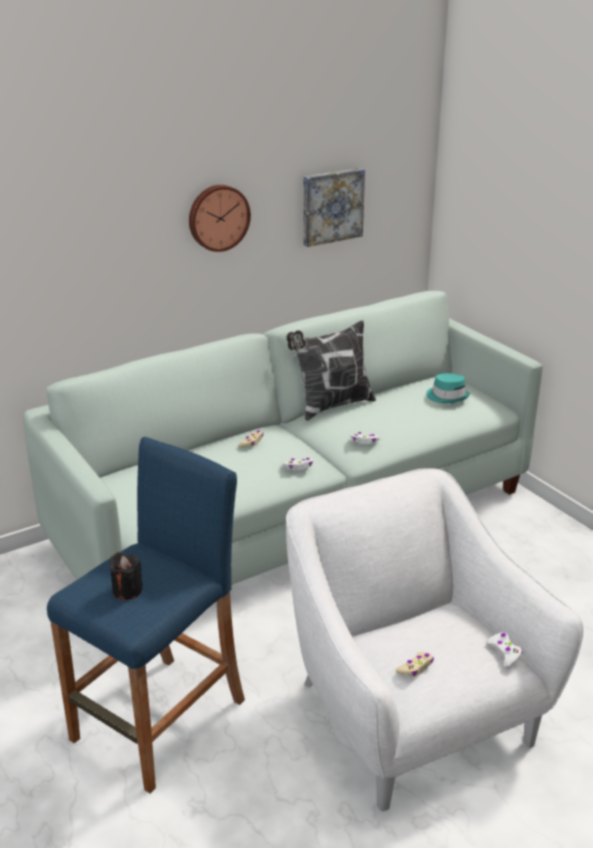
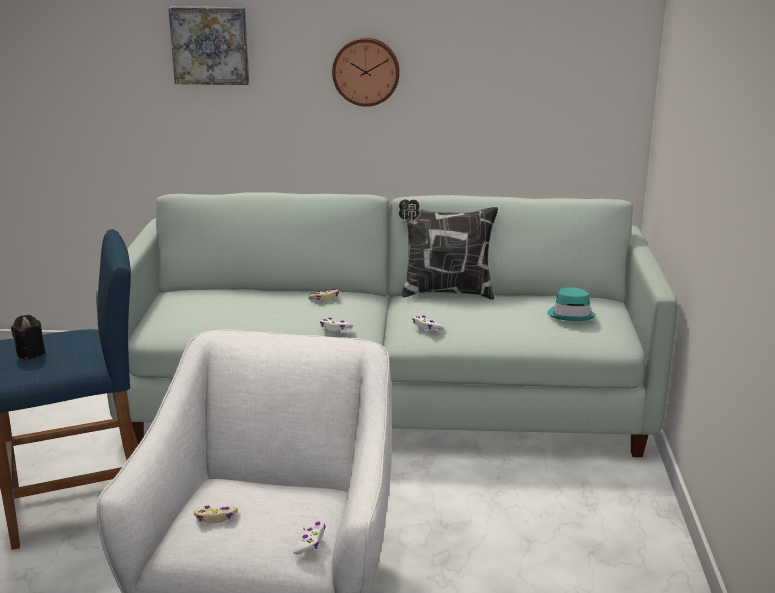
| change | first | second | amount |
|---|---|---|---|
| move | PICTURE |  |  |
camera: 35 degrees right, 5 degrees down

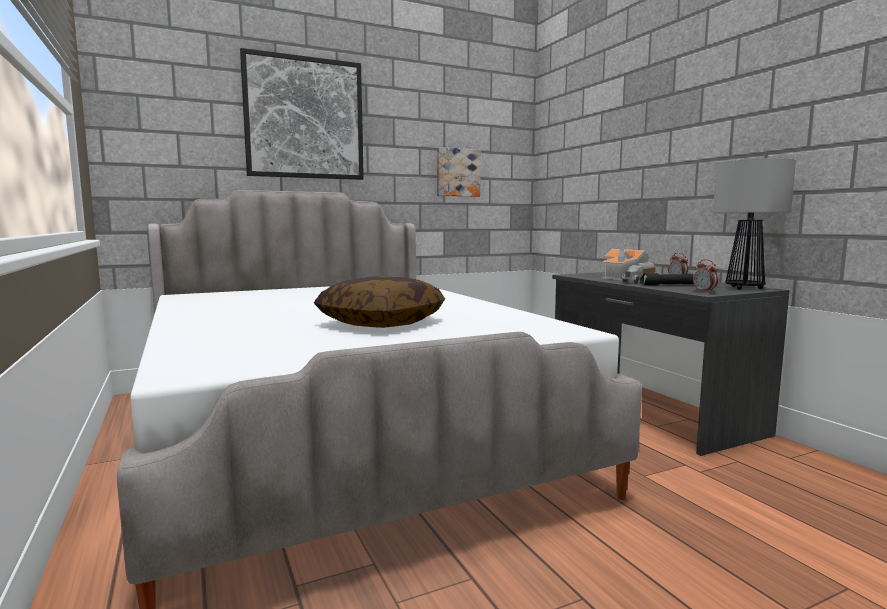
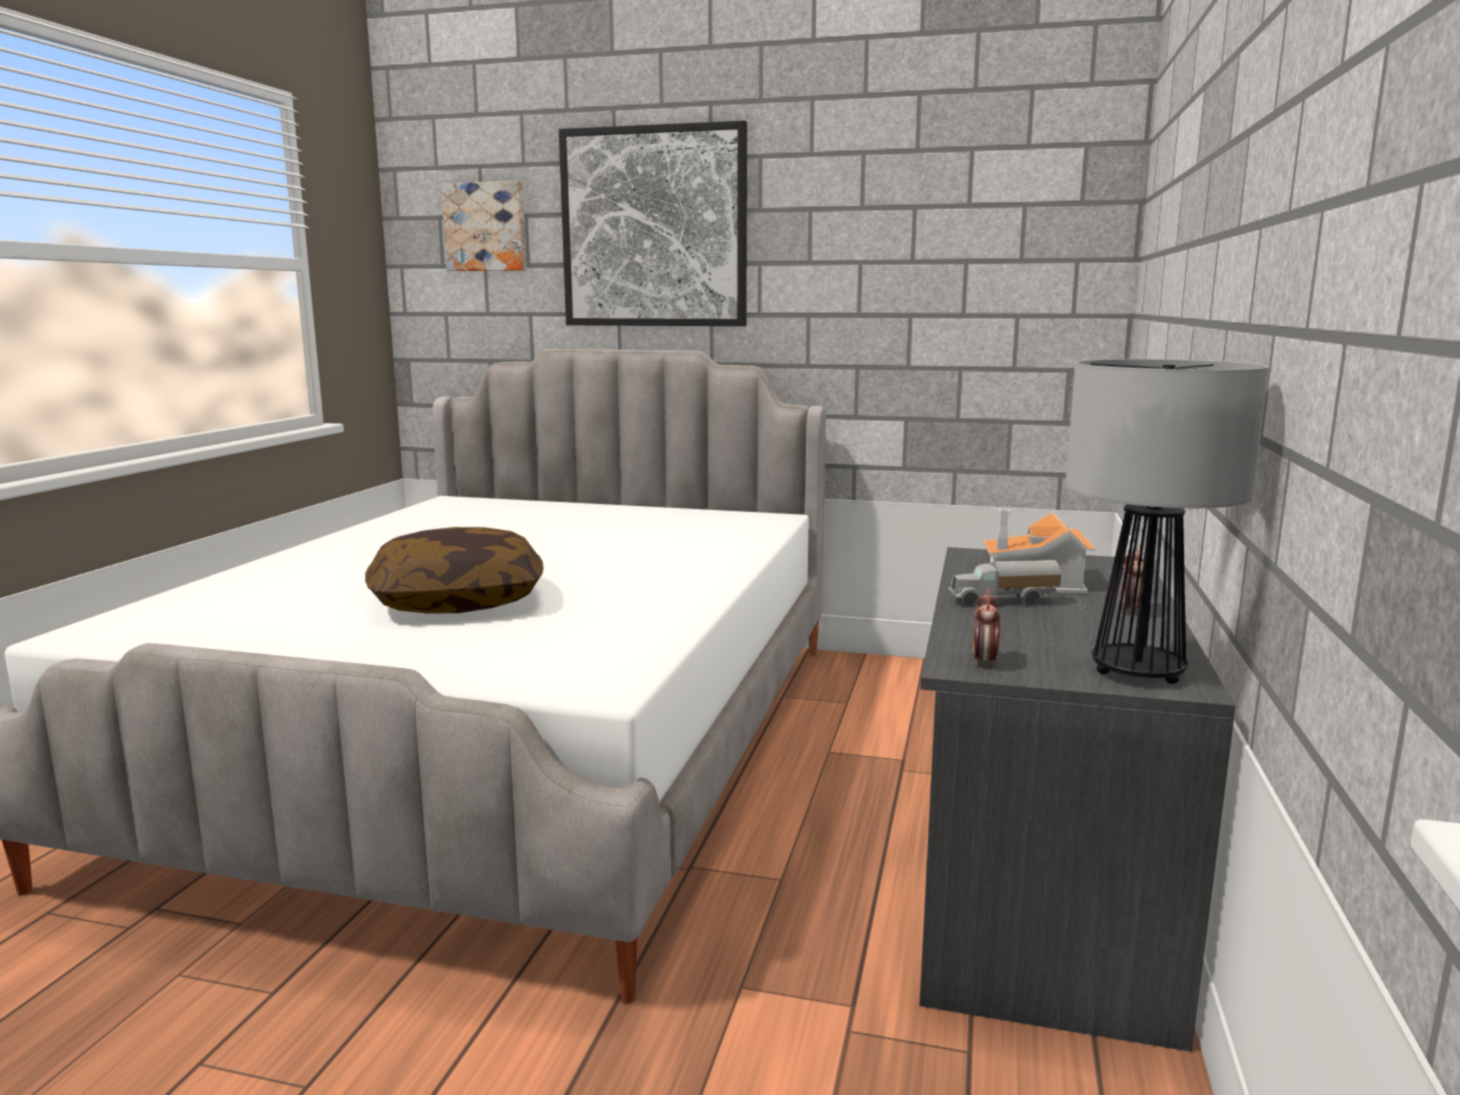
| change | first | second | amount |
|---|---|---|---|
| delete | BLACK FLASHLIGHT |  |  |
| move | PICTURE (2nd from left in the first image) | PICTURE (1st from left) |  |
camera: 40 degrees right, 5 degrees up

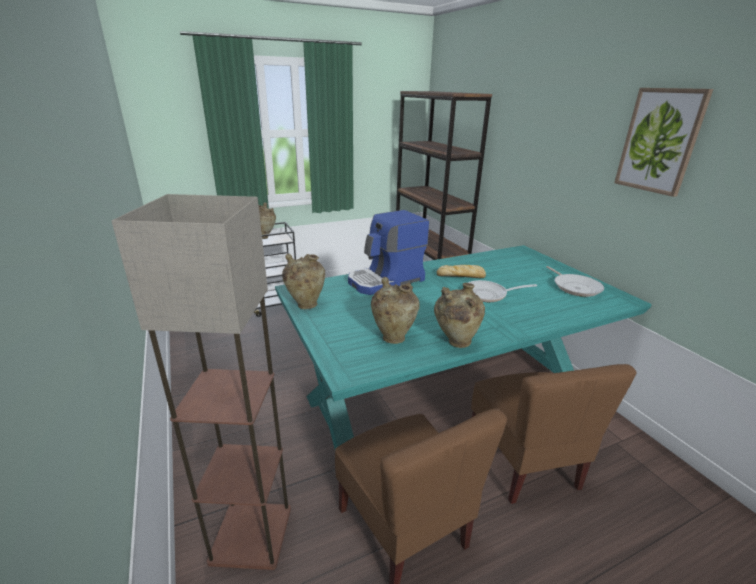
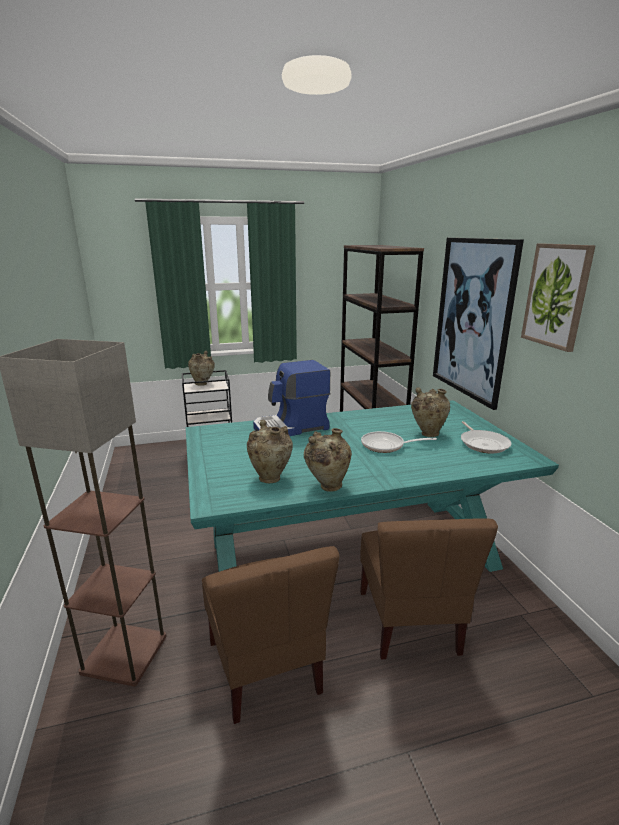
| change | first | second | amount |
|---|---|---|---|
| delete | BREAD |  |  |
| insert |  | PICTURE (1st from left) |  |
| move | BEIGE VASE (2nd from left in the first image) | BEIGE VASE (4th from left) |  |
camera: 10 degrees right, 5 degrees down

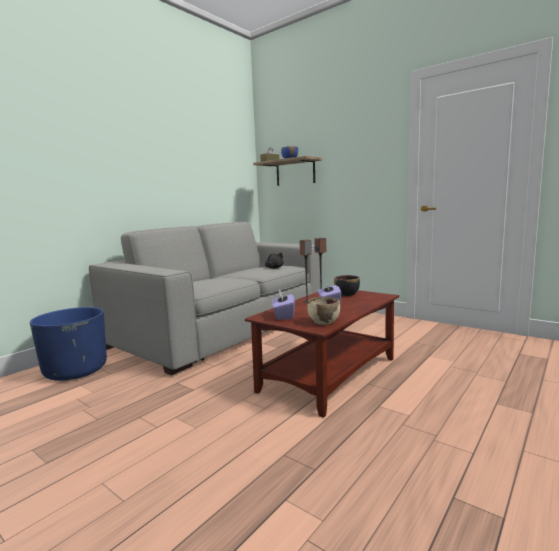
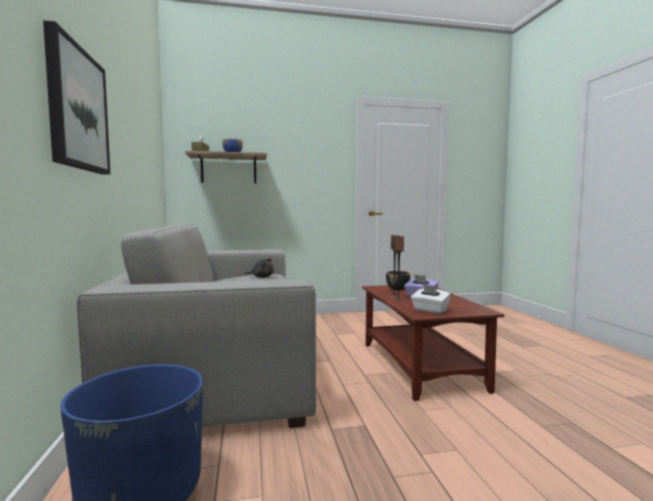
| change | first | second | amount |
|---|---|---|---|
| delete | BEIGE BOWL |  |  |
| insert |  | PICTURE |  |
| recolor | PURPLE TISSUE BOX (1st from left) | WHITE TISSUE BOX |  |
camera: 50 degrees left, 5 degrees down

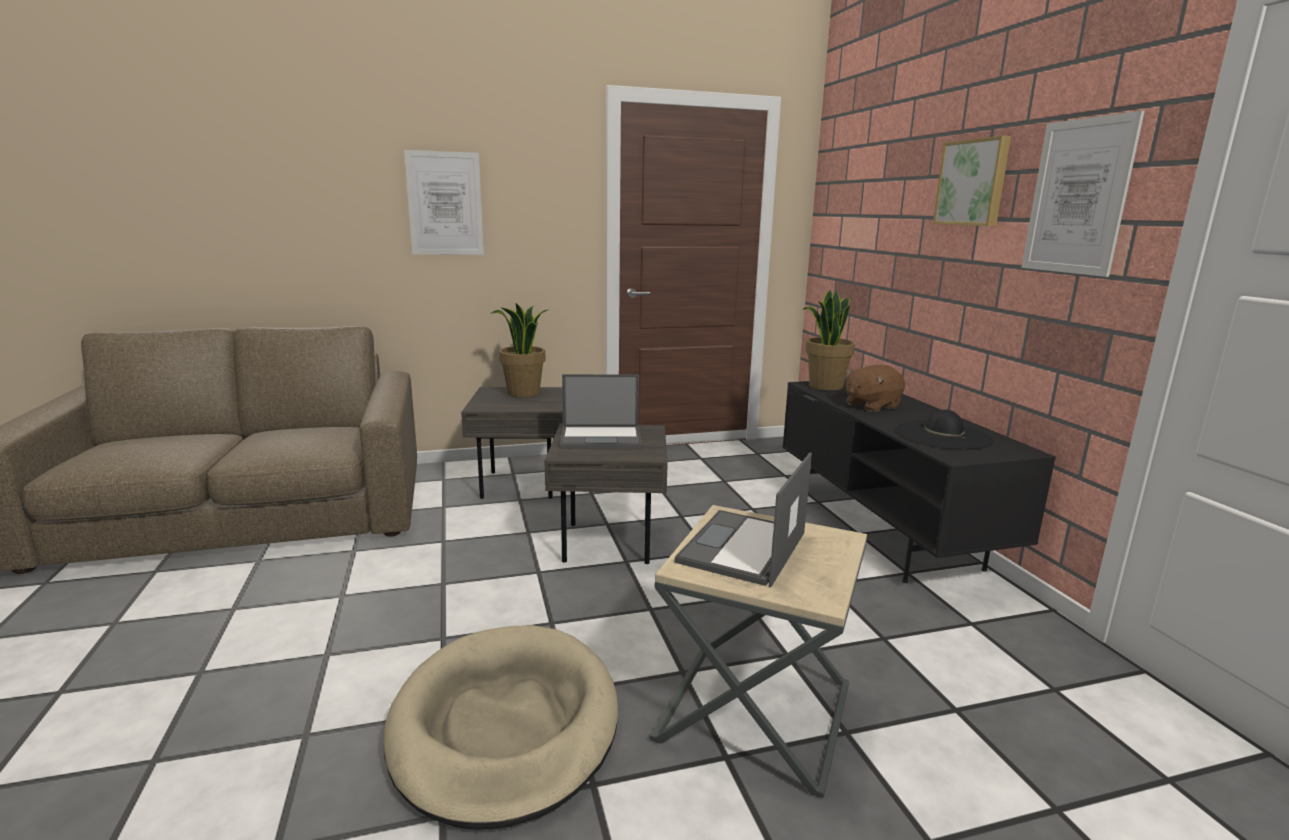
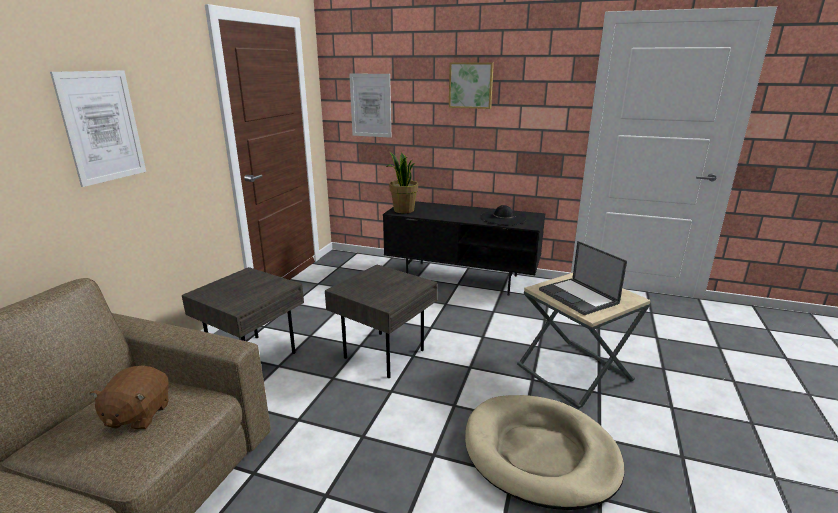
| change | first | second | amount |
|---|---|---|---|
| delete | POTTED PLANT (1st from left) |  |  |
| delete | LAPTOP (1st from left) |  |  |
| move | BROWN PLUSH TOY |  |  |
| move | PICTURE (3rd from left in the first image) | PICTURE (2nd from left) |  |
camera: 55 degrees left, 5 degrees up

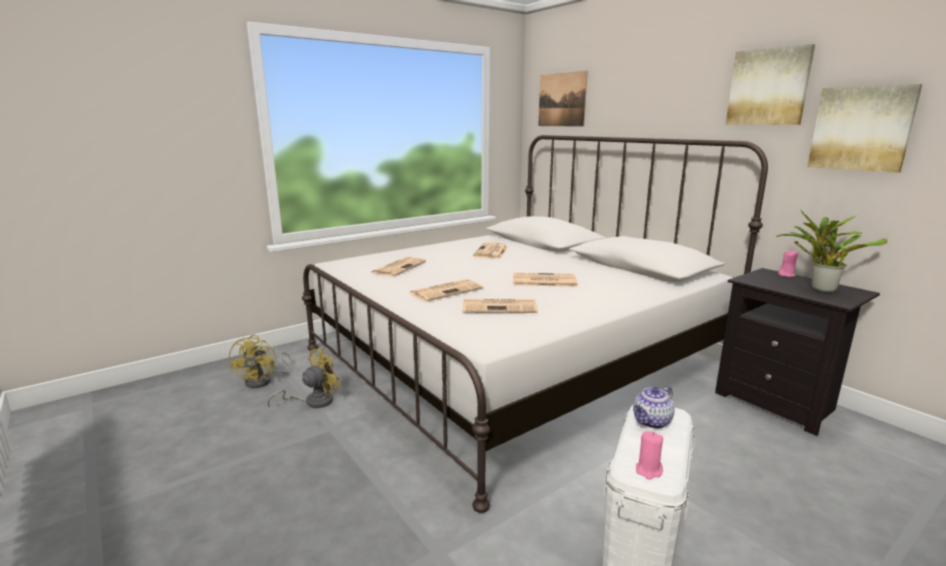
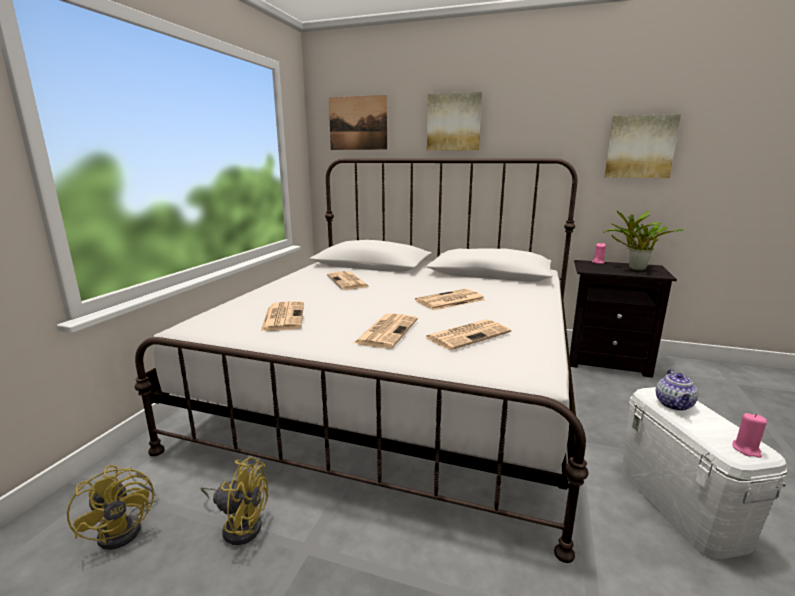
| change | first | second | amount |
|---|---|---|---|
| move | PICTURE (2nd from left) |  |  |
| rotate | YELLOW FAN (2nd from left) |  | 90 degrees clockwise |
camera: 35 degrees left, 0 degrees up

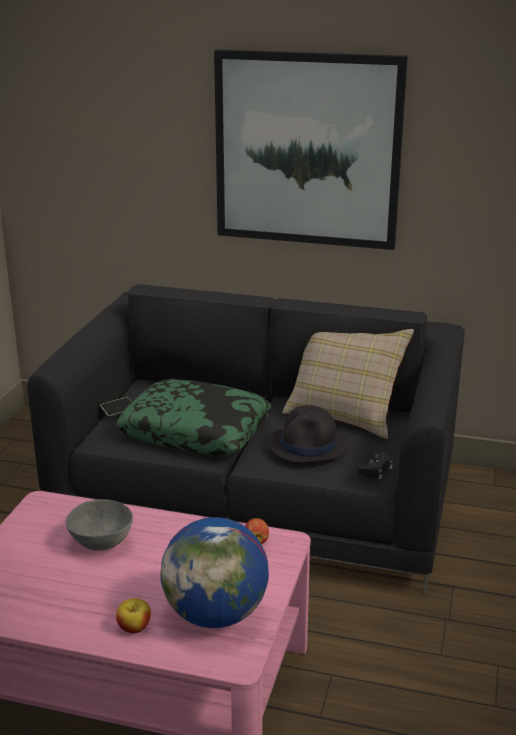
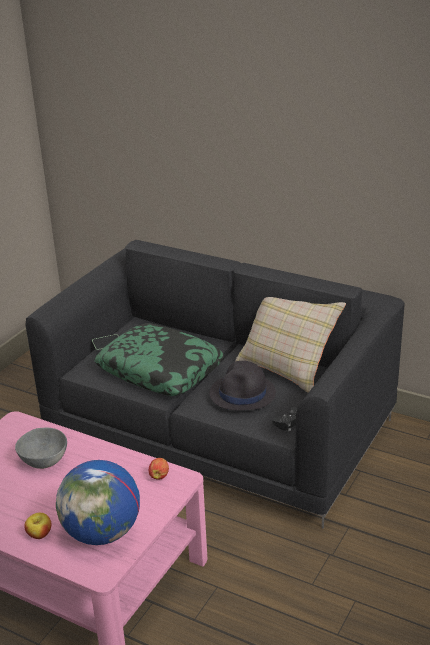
| change | first | second | amount |
|---|---|---|---|
| delete | PICTURE |  |  |
camera: 15 degrees right, 5 degrees up

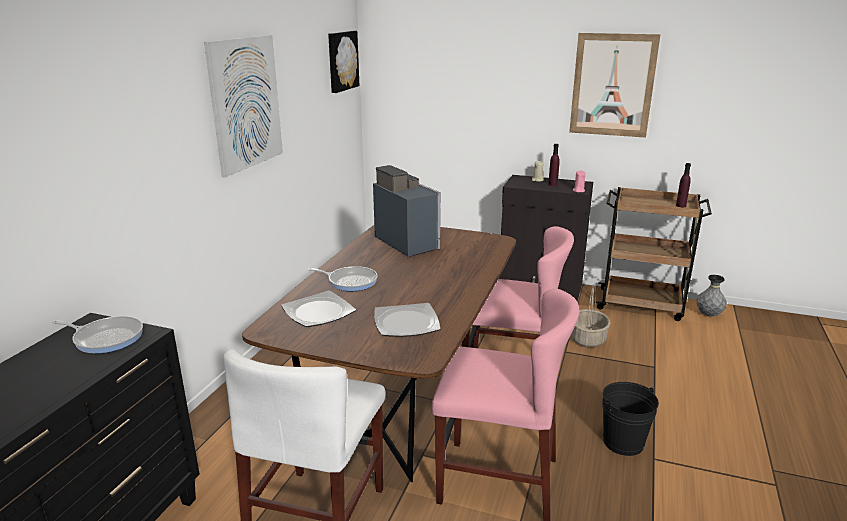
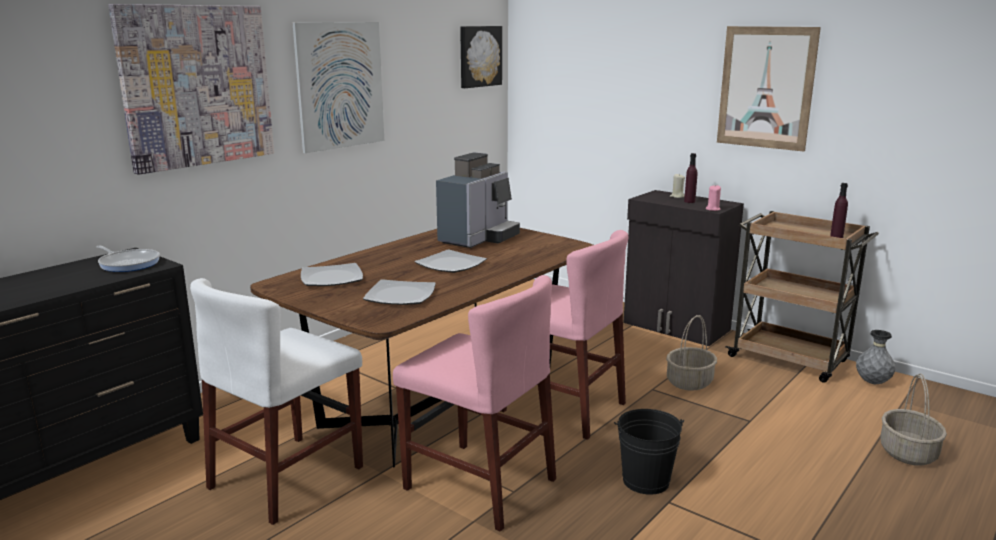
| change | first | second | amount |
|---|---|---|---|
| delete | FRYING PAN (2nd from left) |  |  |
| insert |  | PICTURE (1st from left) |  |
| insert |  | PLATE (3rd from left) |  |
| insert |  | BASKET (2nd from left) |  |
| rotate | COFFEE MACHINE |  | 45 degrees clockwise |
camera: 20 degrees right, 5 degrees down

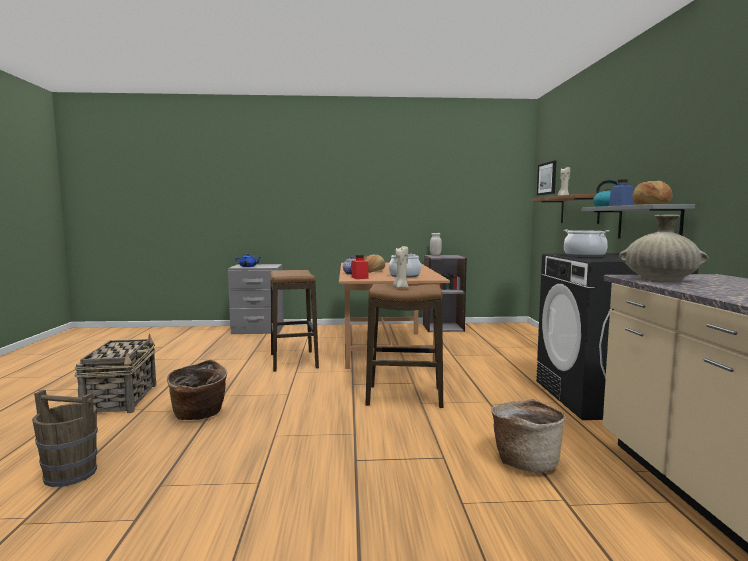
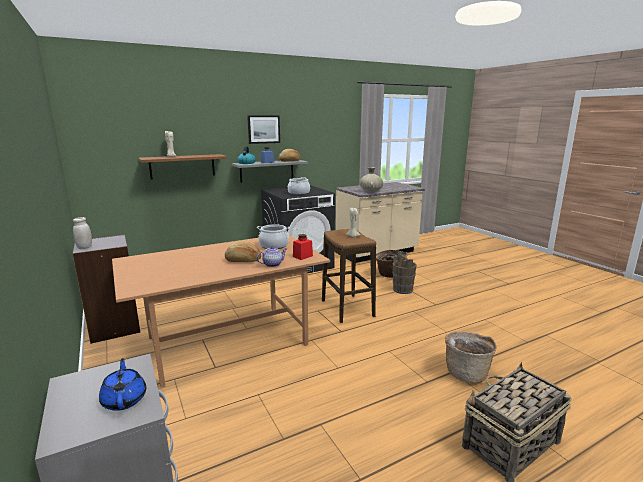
| change | first | second | amount |
|---|---|---|---|
| delete | STOOL (1st from left) |  |  |
| move | BROWN BUCKET |  |  |
| move | PICTURE |  |  |
camera: 115 degrees left, 10 degrees up

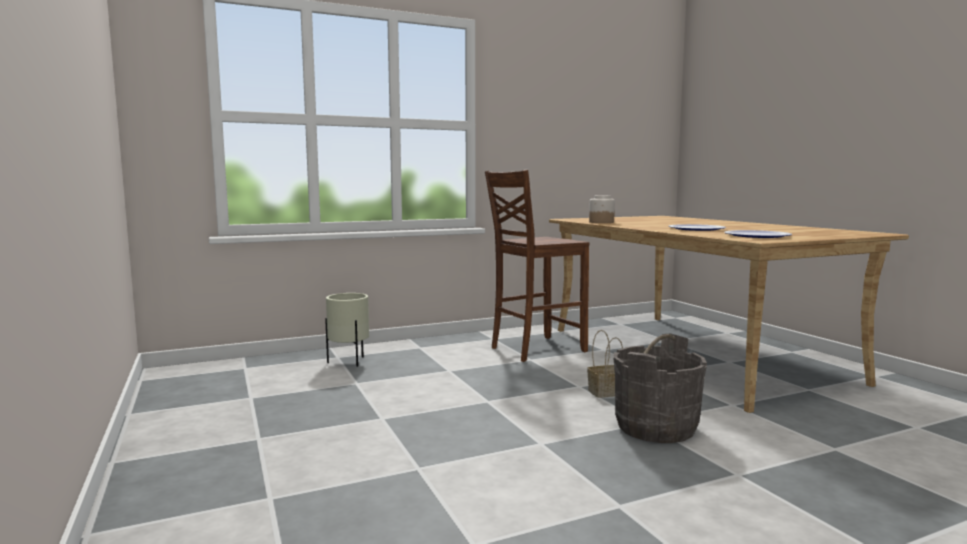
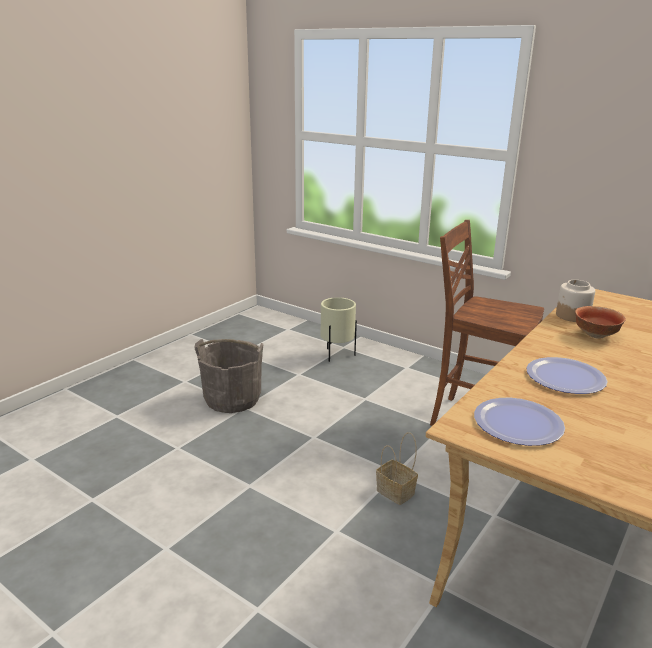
| change | first | second | amount |
|---|---|---|---|
| insert |  | BOWL |  |
| move | GREY BUCKET |  |  |
camera: 60 degrees right, 15 degrees up

